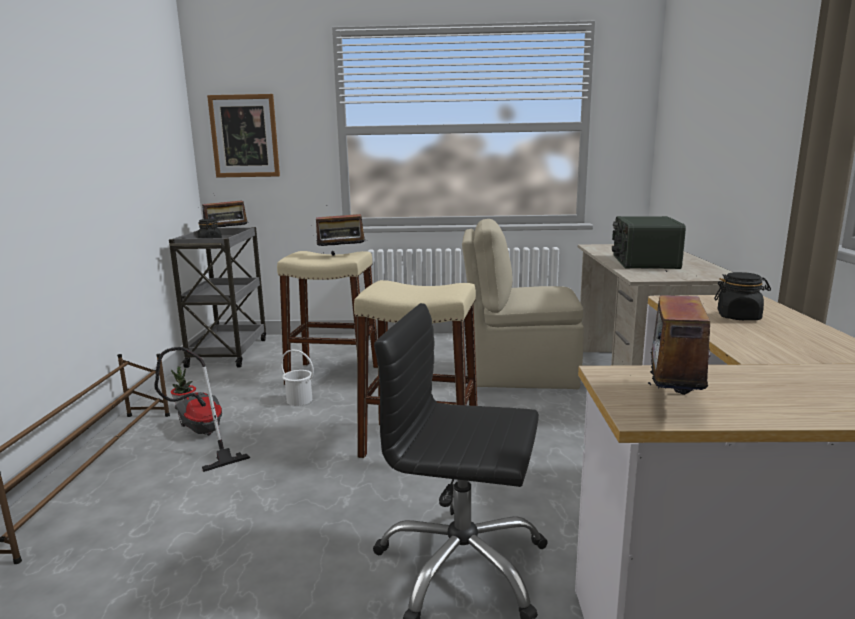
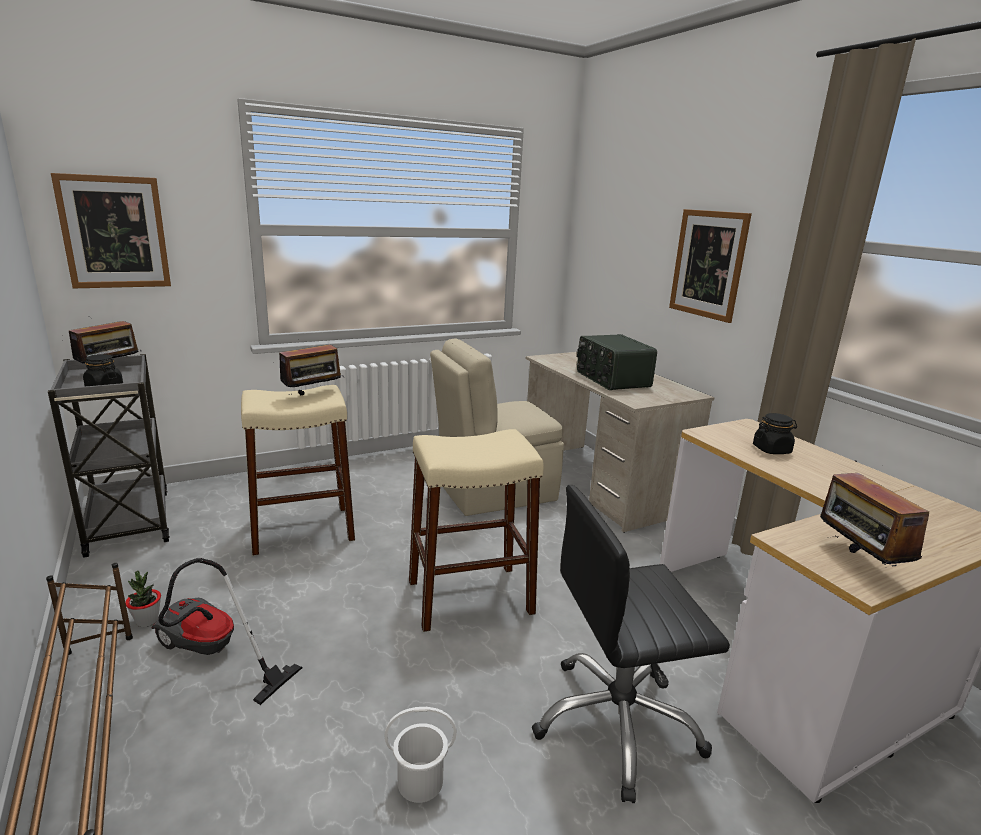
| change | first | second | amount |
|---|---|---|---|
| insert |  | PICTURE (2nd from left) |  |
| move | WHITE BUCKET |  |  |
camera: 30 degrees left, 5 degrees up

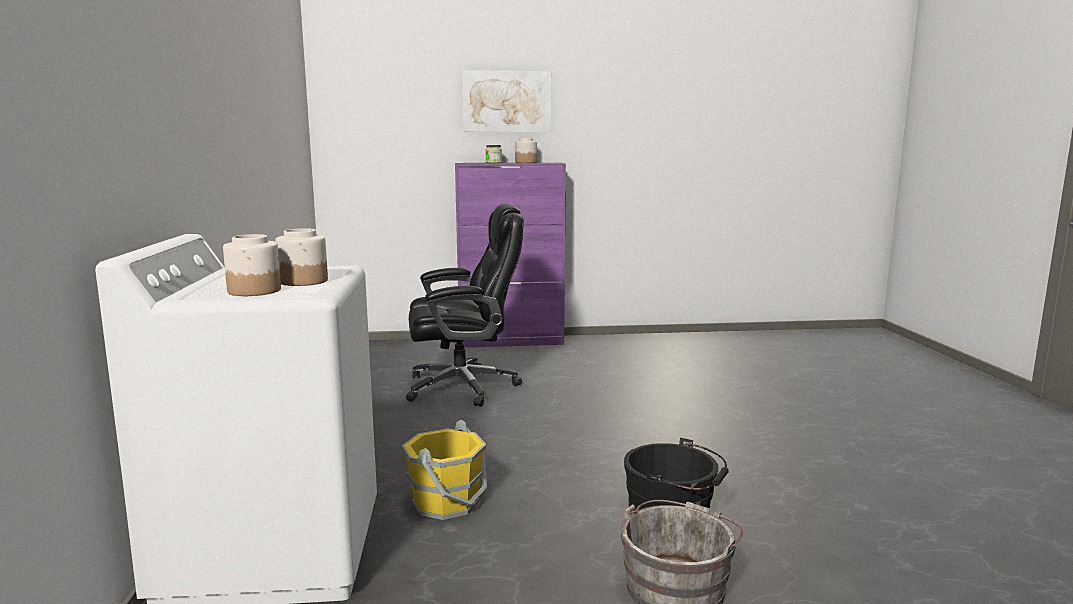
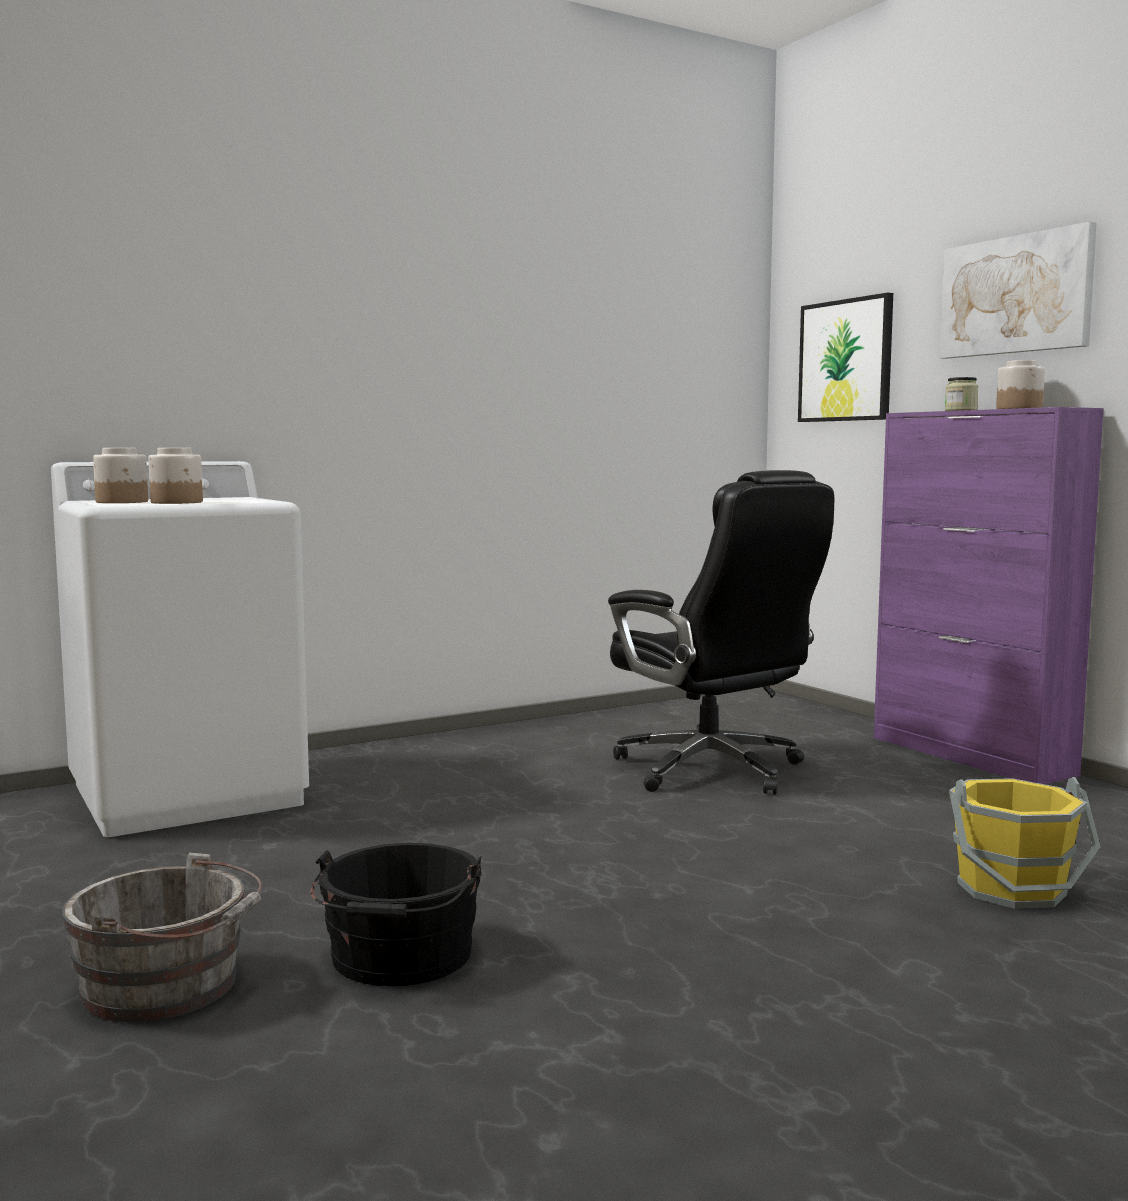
| change | first | second | amount |
|---|---|---|---|
| insert |  | PICTURE (1st from left) |  |
| move | YELLOW BUCKET |  |  |
camera: 65 degrees right, 5 degrees down

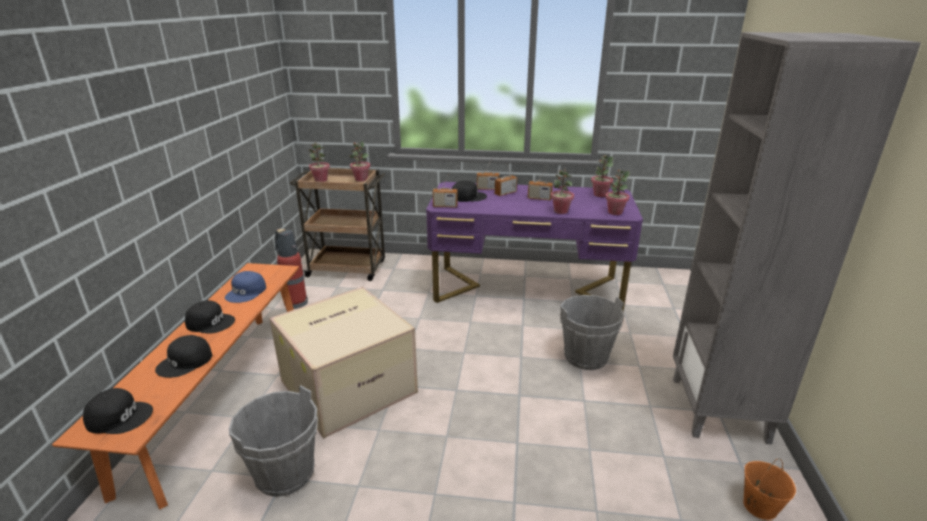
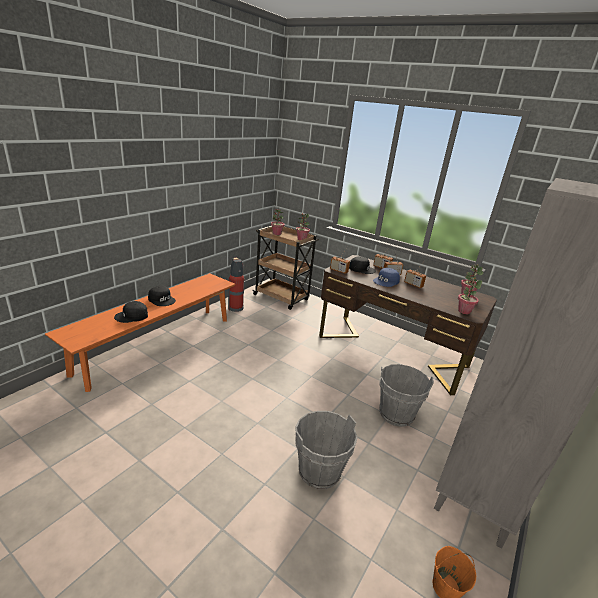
| change | first | second | amount |
|---|---|---|---|
| delete | BLACK CAP (1st from left) |  |  |
| delete | CARDBOARD BOX |  |  |
| delete | POTTED PLANT (3rd from left) |  |  |
| move | BLUE CAP |  |  |
| move | GREY BUCKET (1st from left) |  |  |
| recolor | PURPLE DESK | BROWN DESK |  |
camera: 25 degrees right, 0 degrees up

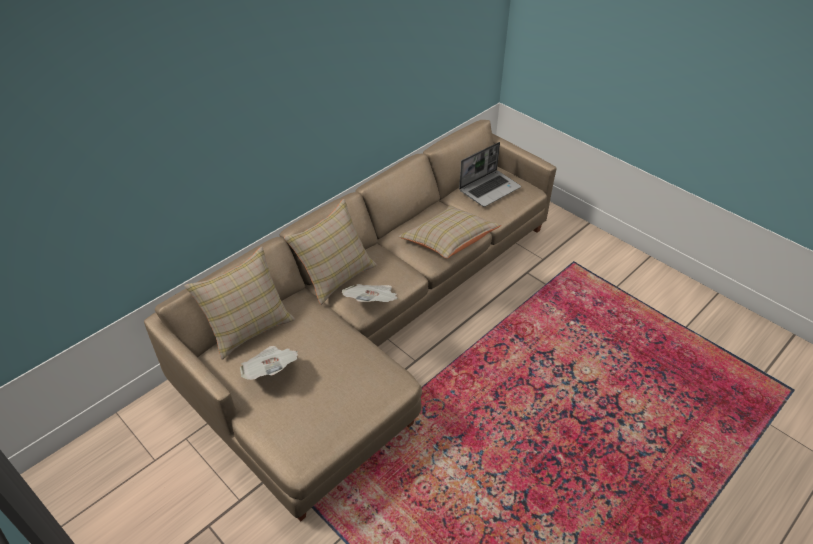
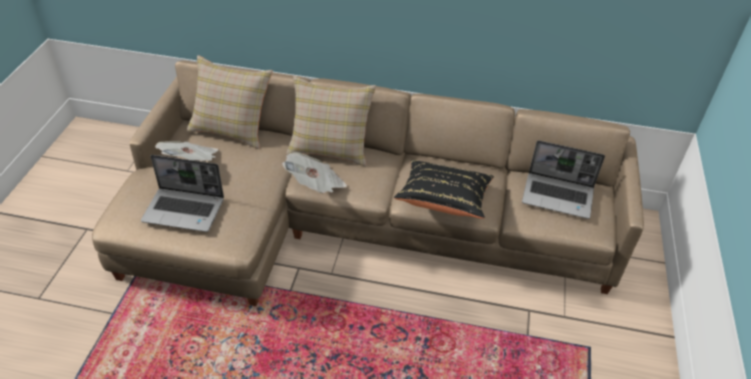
| change | first | second | amount |
|---|---|---|---|
| insert |  | LAPTOP (1st from left) |  |
| recolor | BEIGE PILLOW (3rd from left) | BLACK PILLOW |  |
camera: 55 degrees right, 0 degrees up

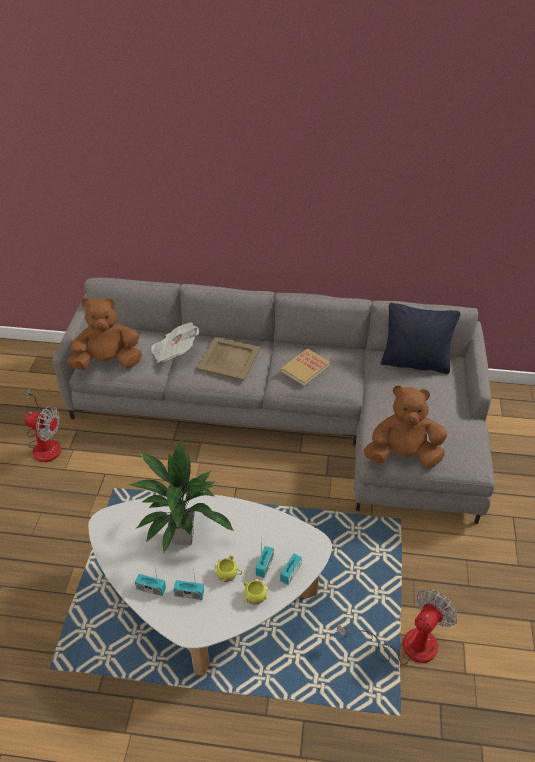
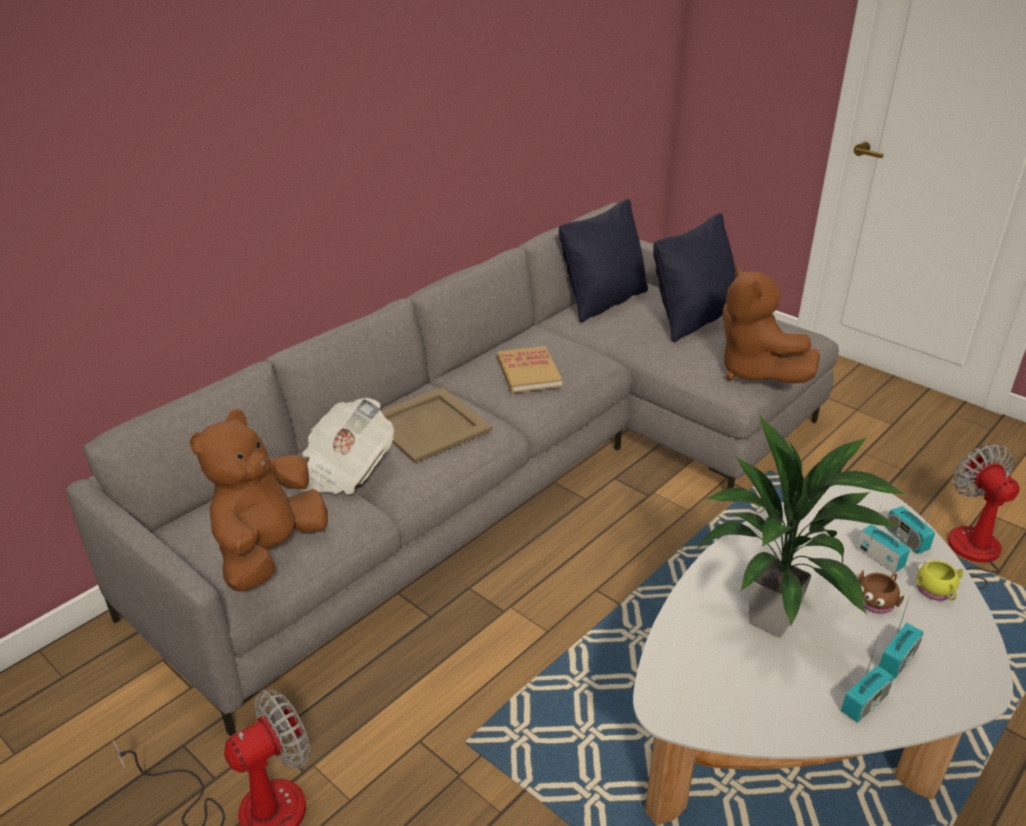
| change | first | second | amount |
|---|---|---|---|
| insert |  | BLACK PILLOW (2nd from left) |  |
| recolor | YELLOW MUG (1st from left) | BROWN MUG |  |
| rotate | BROWN PLUSH TOY (2nd from left) |  | 60 degrees counterclockwise |
camera: 55 degrees left, 10 degrees down

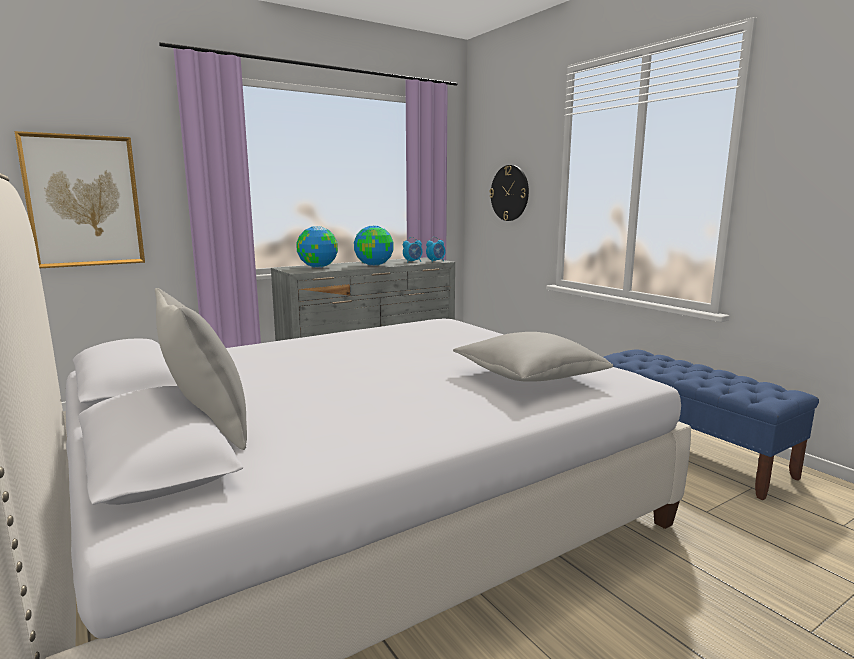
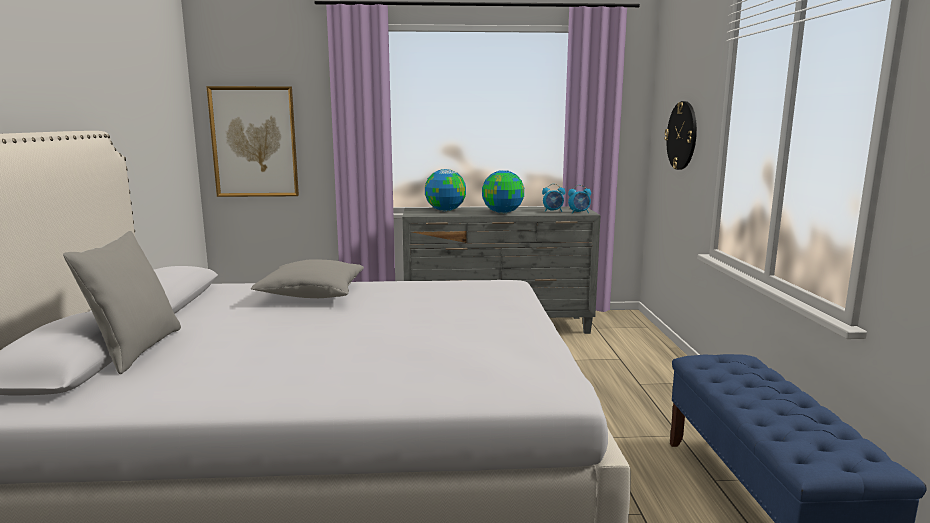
| change | first | second | amount |
|---|---|---|---|
| move | GREY PILLOW (2nd from left) |  |  |
camera: 30 degrees right, 0 degrees up

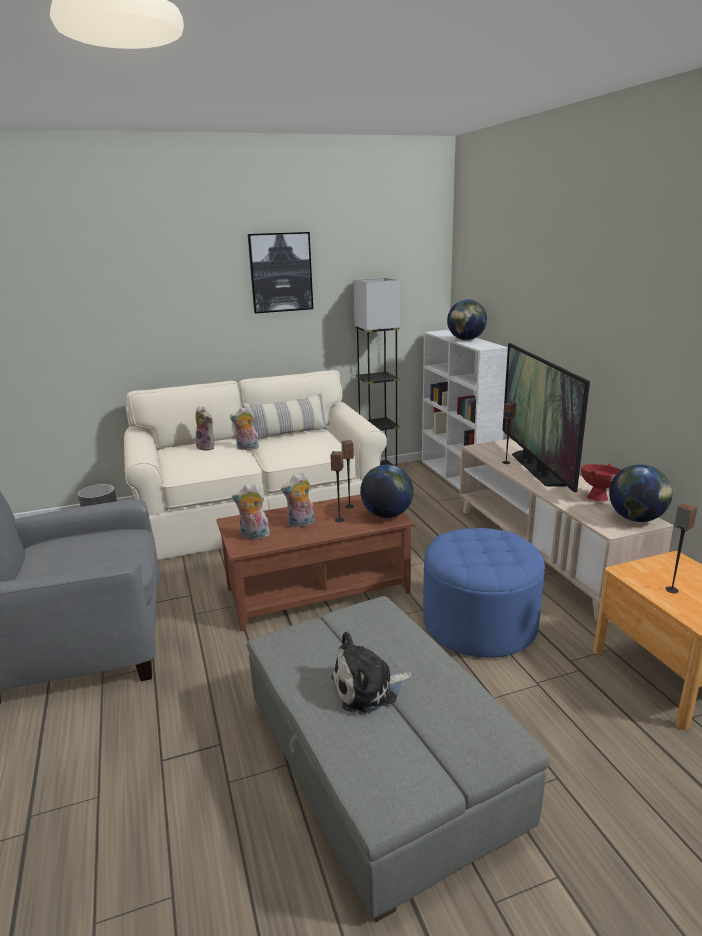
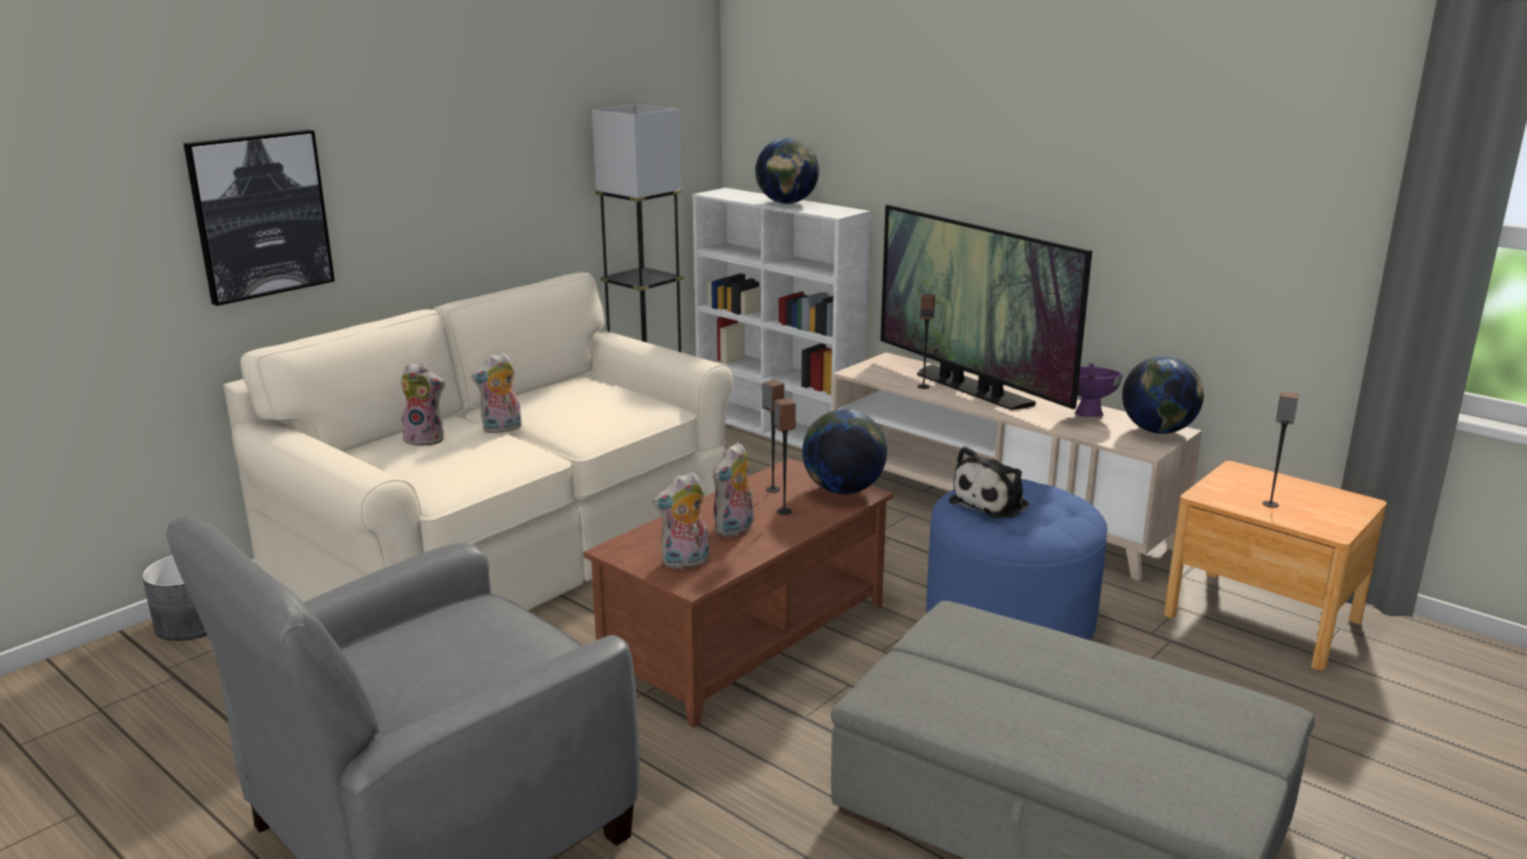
| change | first | second | amount |
|---|---|---|---|
| delete | PILLOW |  |  |
| move | PICTURE |  |  |
| move | PLUSH TOY (5th from left) |  |  |
| recolor | RED BOWL | PURPLE BOWL |  |
camera: 30 degrees left, 0 degrees up

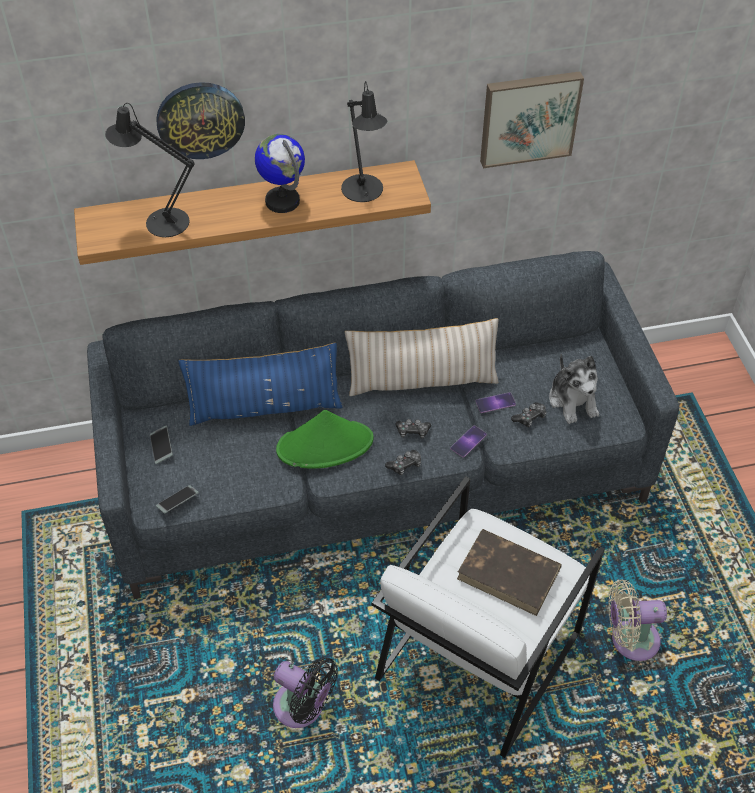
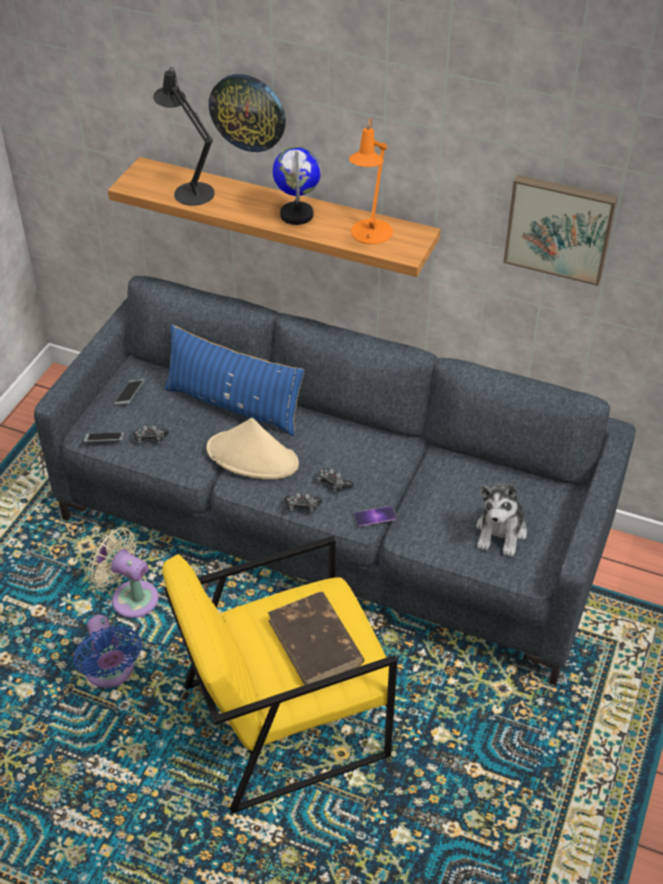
| change | first | second | amount |
|---|---|---|---|
| delete | BEIGE PILLOW |  |  |
| delete | PHONE (4th from left) |  |  |
| move | GAME CONTROLLER (3rd from left in the first image) | GAME CONTROLLER (1st from left) |  |
| move | BEIGE FAN |  |  |
| recolor | BLACK FAN | BLUE FAN |  |
| recolor | GREEN HAT | BEIGE HAT |  |
| recolor | BLACK TABLE LAMP (2nd from left) | ORANGE TABLE LAMP |  |
| recolor | WHITE ARMCHAIR | YELLOW ARMCHAIR |  |
camera: 35 degrees right, 5 degrees down

